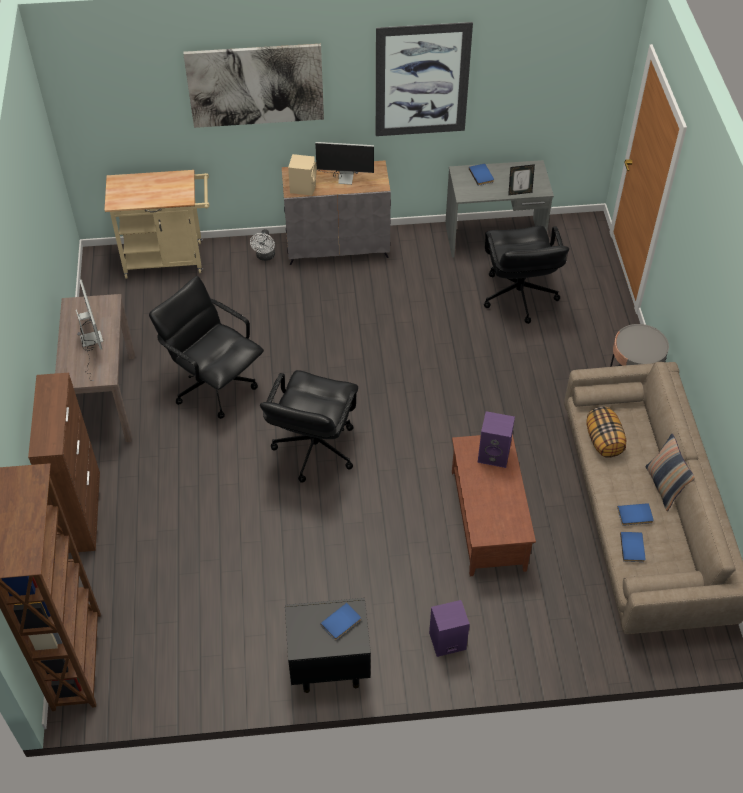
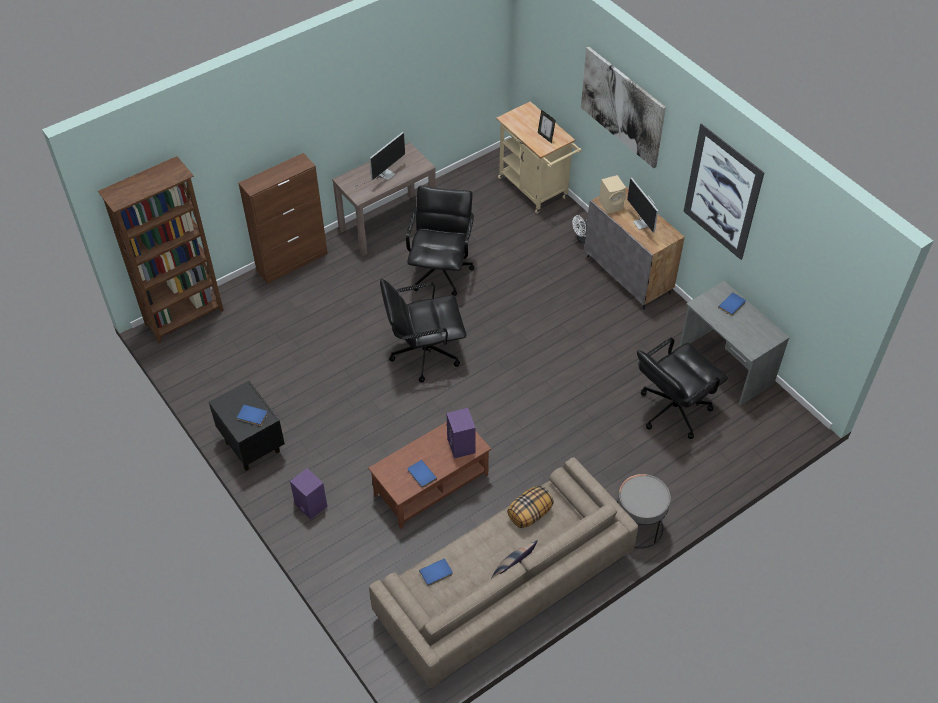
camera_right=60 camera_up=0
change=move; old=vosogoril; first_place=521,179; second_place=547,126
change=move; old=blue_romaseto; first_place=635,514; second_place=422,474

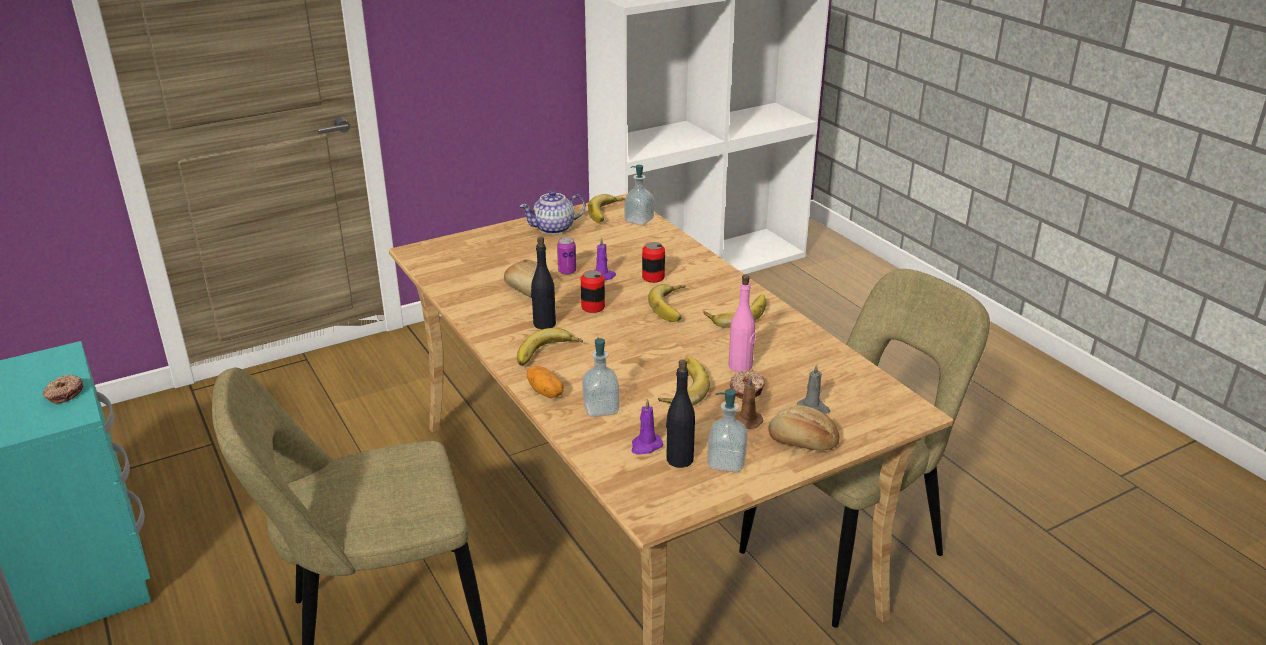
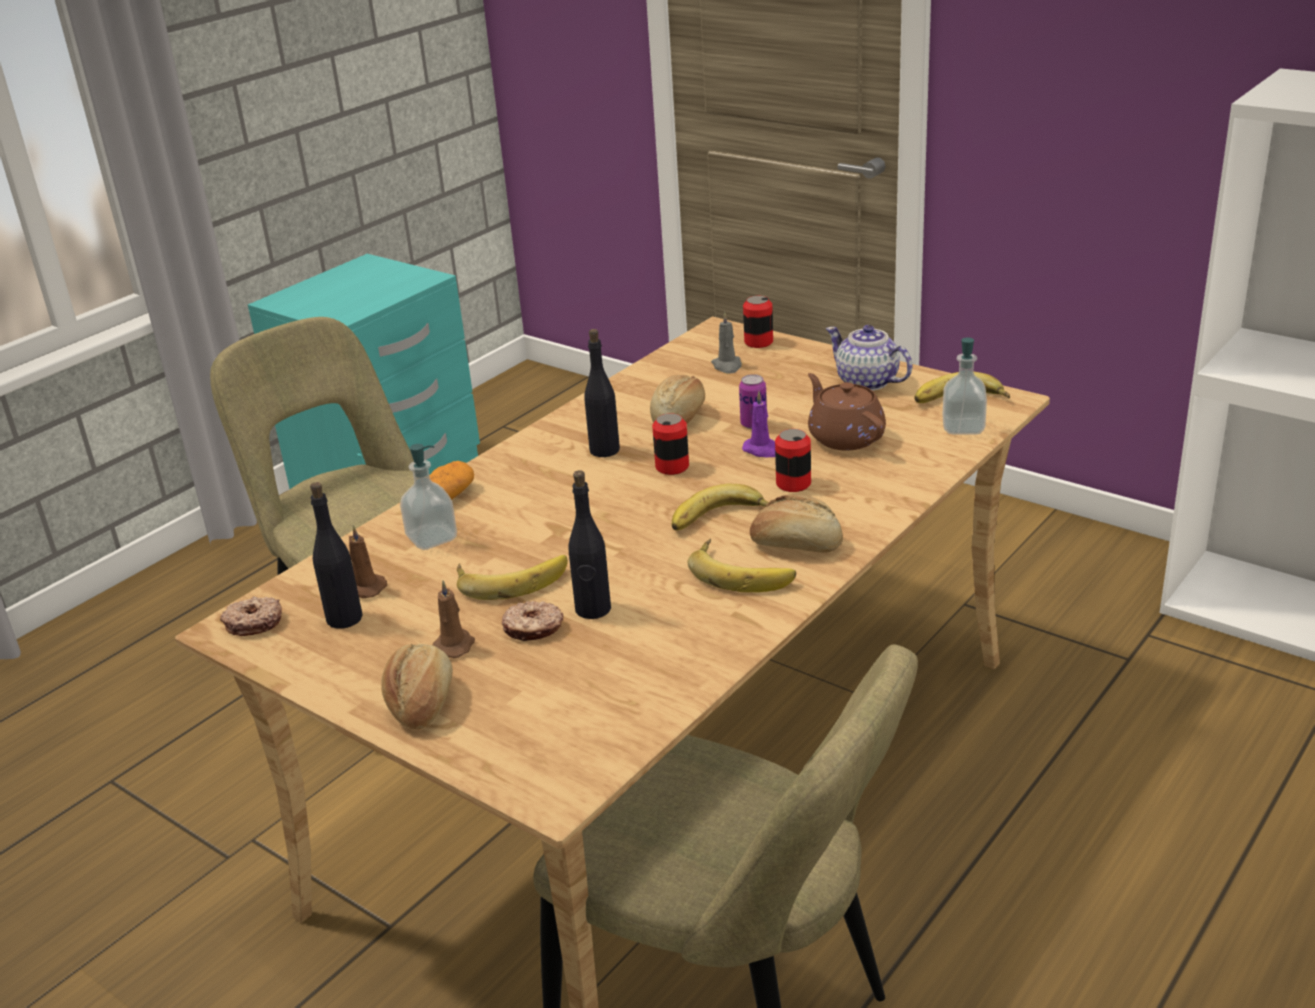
camera_right=70 camera_up=0
change=recolor; old=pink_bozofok; new=black_bozofok; first_place=742,323; second_place=590,544
change=delete; old=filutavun; first_place=550,347
change=move; old=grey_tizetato; first_place=813,388; second_place=726,343
change=move; old=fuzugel; first_place=63,389; second_place=251,616
change=delete; old=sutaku; first_place=727,430
change=recolor; old=purple_tizetato; new=brown_tizetato; first_place=647,426; second_place=368,561
change=insert; new=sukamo; second_place=758,322
change=insert; new=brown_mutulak; second_place=847,412
change=insert; new=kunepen; second_place=796,524

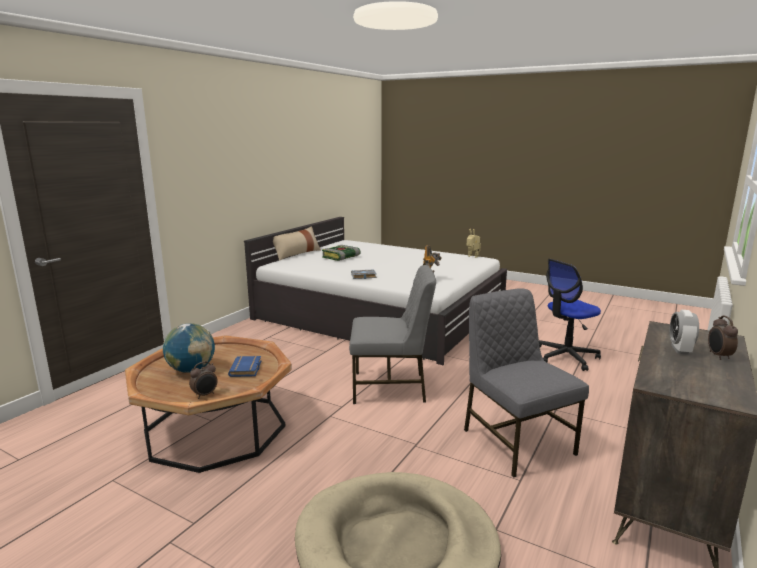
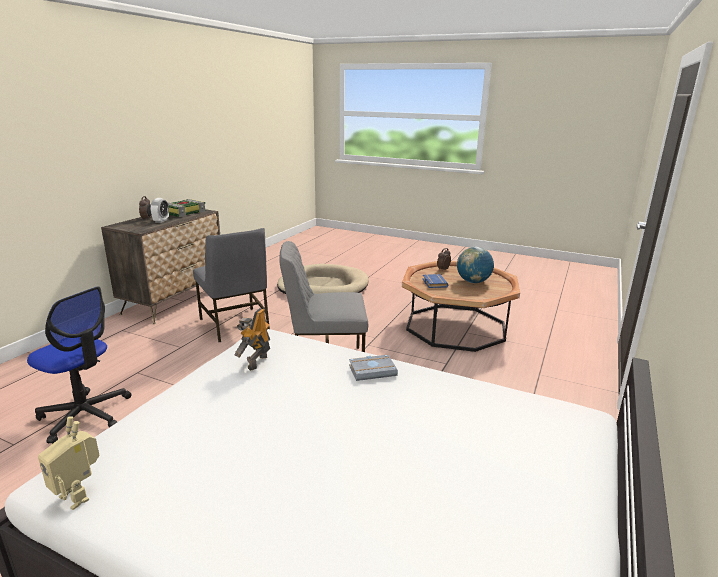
camera_right=175 camera_up=5
change=delete; old=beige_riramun; first_place=297,243
change=move; old=romaseto; first_place=341,253; second_place=187,208
change=rotate; old=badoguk; first_place=570,315; second_place=79,365; degrees=60

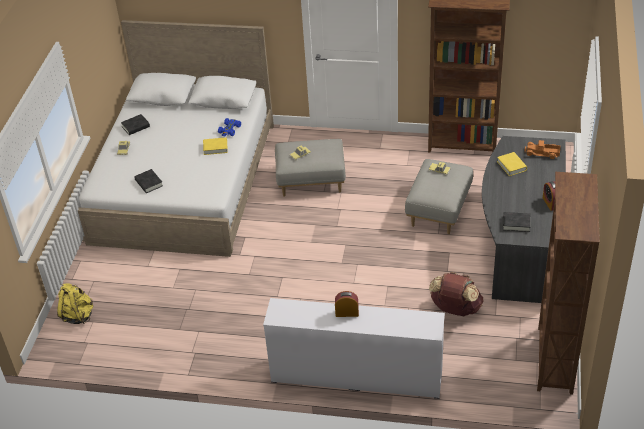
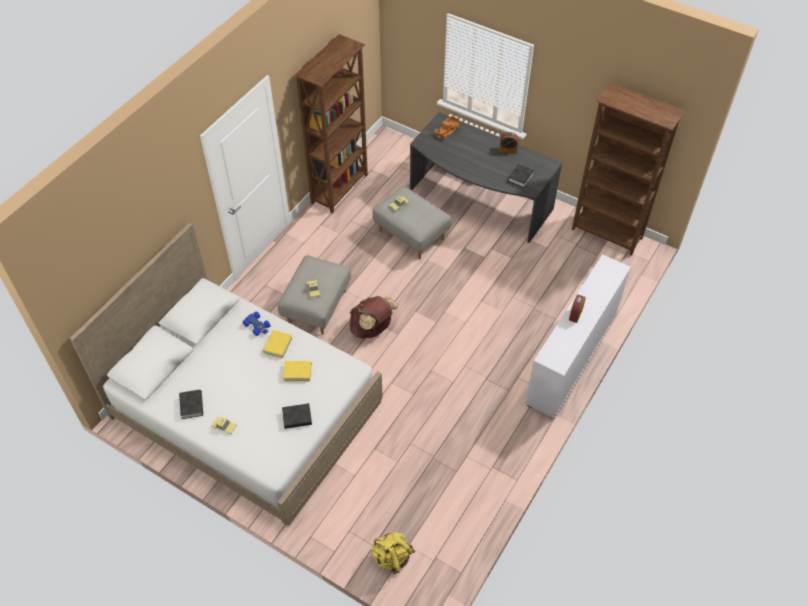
camera_right=-70 camera_up=10
change=move; old=yellow_romaseto; first_place=512,164; second_place=297,371
change=move; old=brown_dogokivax; first_place=456,294; second_place=374,317

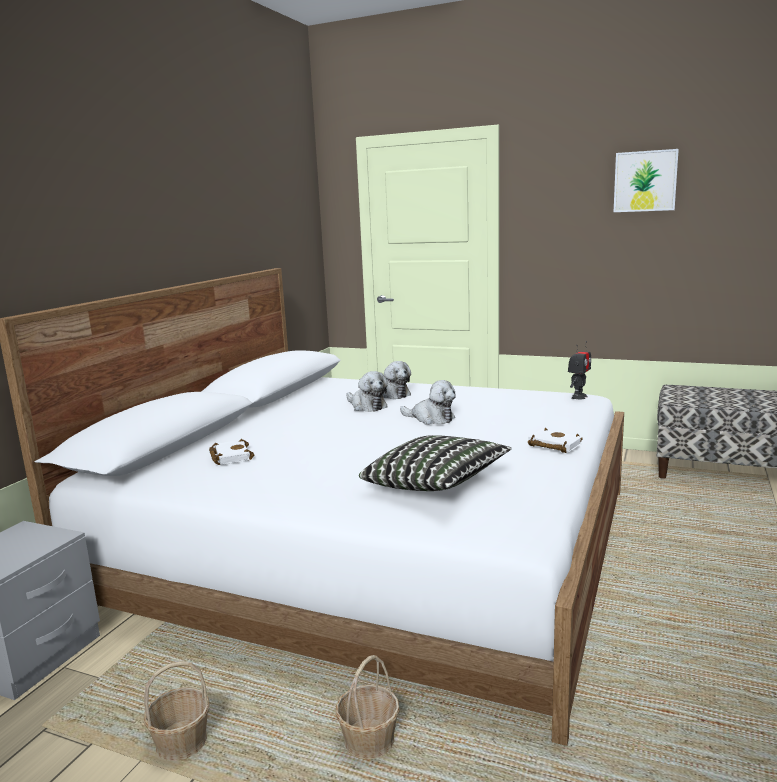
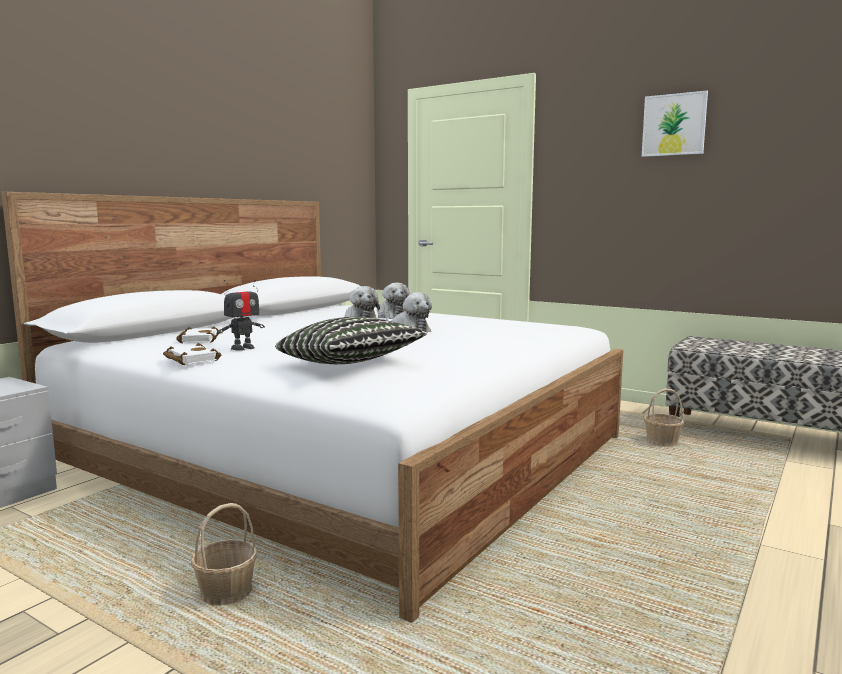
camera_right=10 camera_up=-5
change=move; old=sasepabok; first_place=579,370; second_place=241,315
change=move; old=white_romaseto; first_place=555,440; second_place=192,354
change=move; old=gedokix; first_place=177,711; second_place=664,418

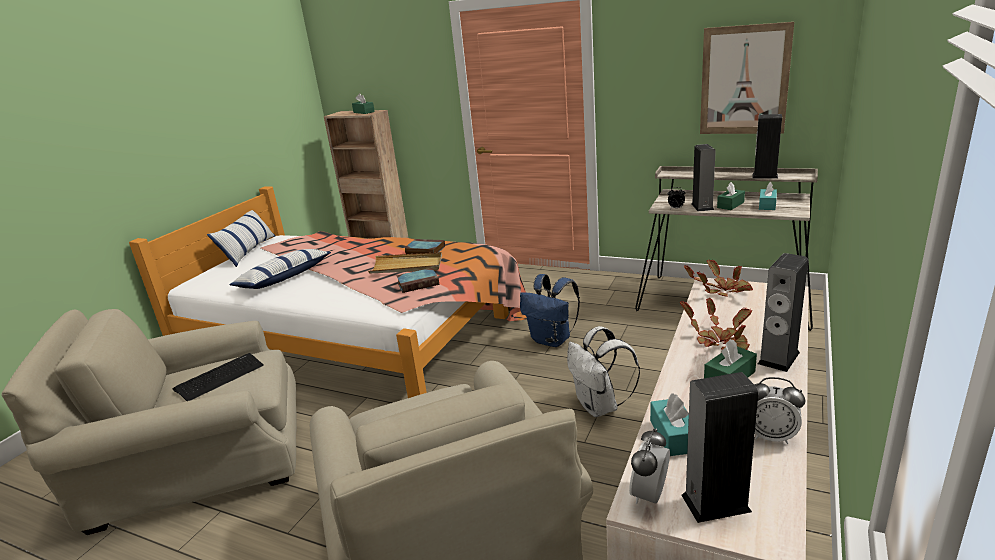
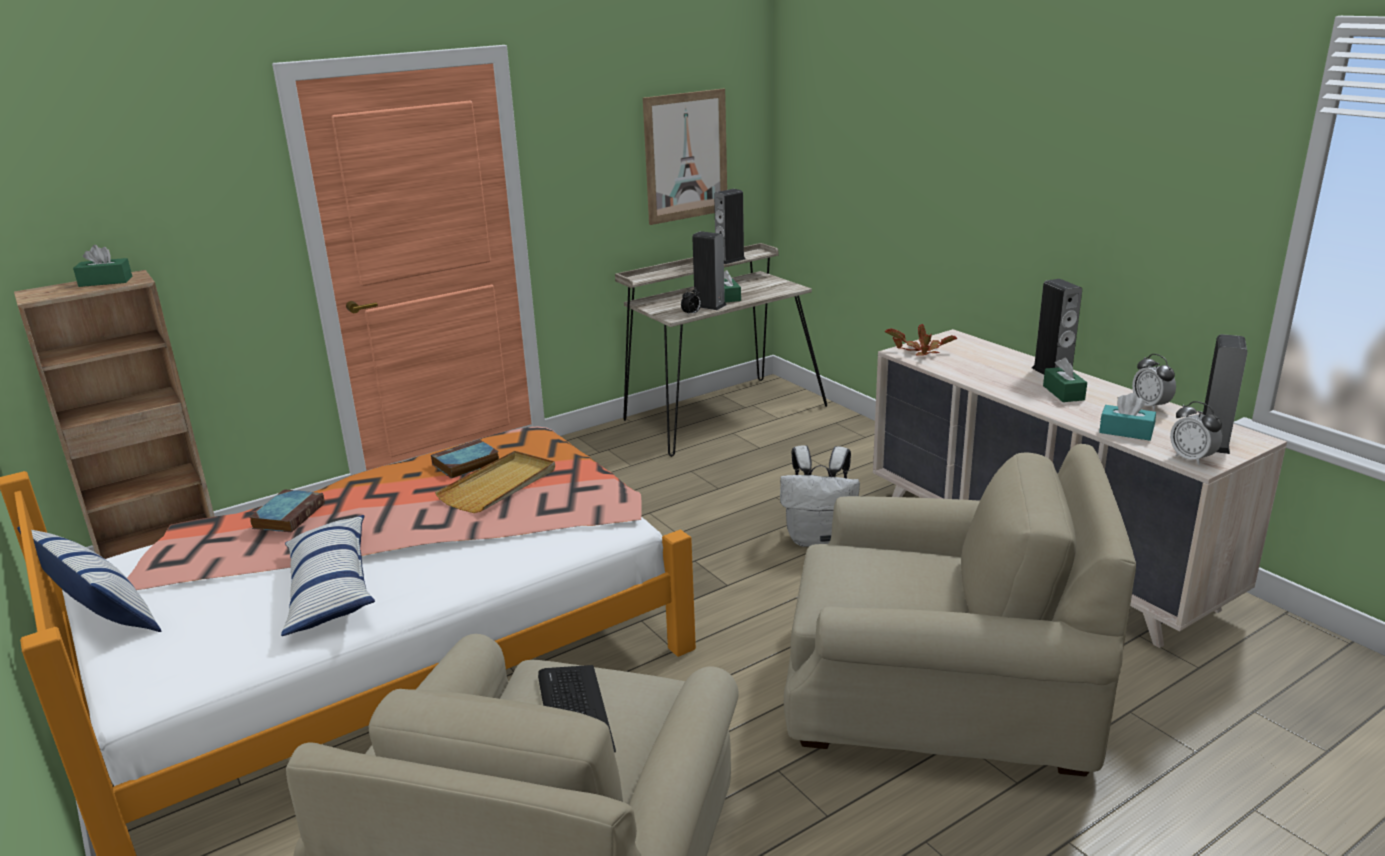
camera_right=-60 camera_up=0
change=delete; old=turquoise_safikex; first_place=768,196
change=move; old=romaseto; first_place=417,280; second_place=287,511
change=delete; old=blue_dogokivax; first_place=550,310
change=delete; old=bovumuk; first_place=716,324
change=rotate; old=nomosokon; first_place=779,410; second_place=1154,382; degrees=105

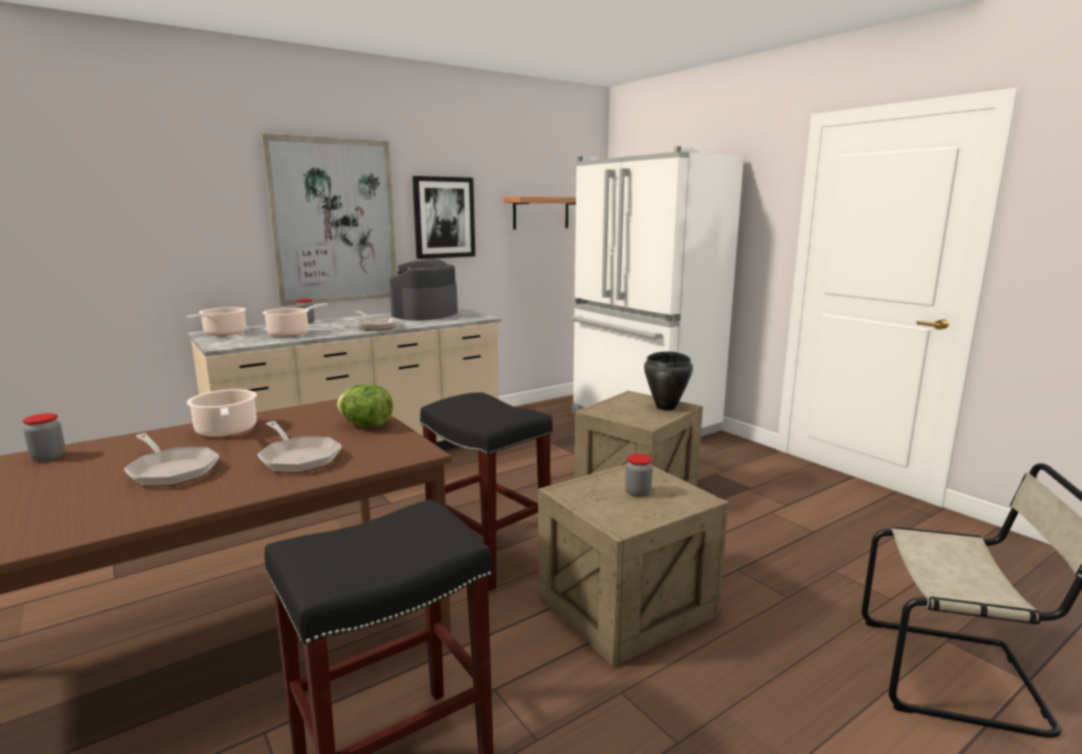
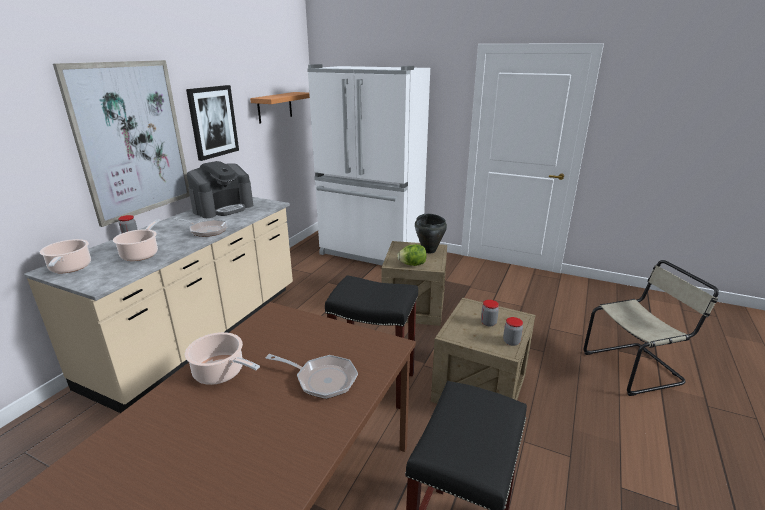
camera_right=-30 camera_up=10
change=rotate; old=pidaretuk; first_place=423,290; second_place=220,189; degrees=-135
change=move; old=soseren; first_place=365,406; second_place=412,255
change=move; old=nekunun; first_place=44,437; second_place=513,331
change=delete; old=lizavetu; first_place=171,460

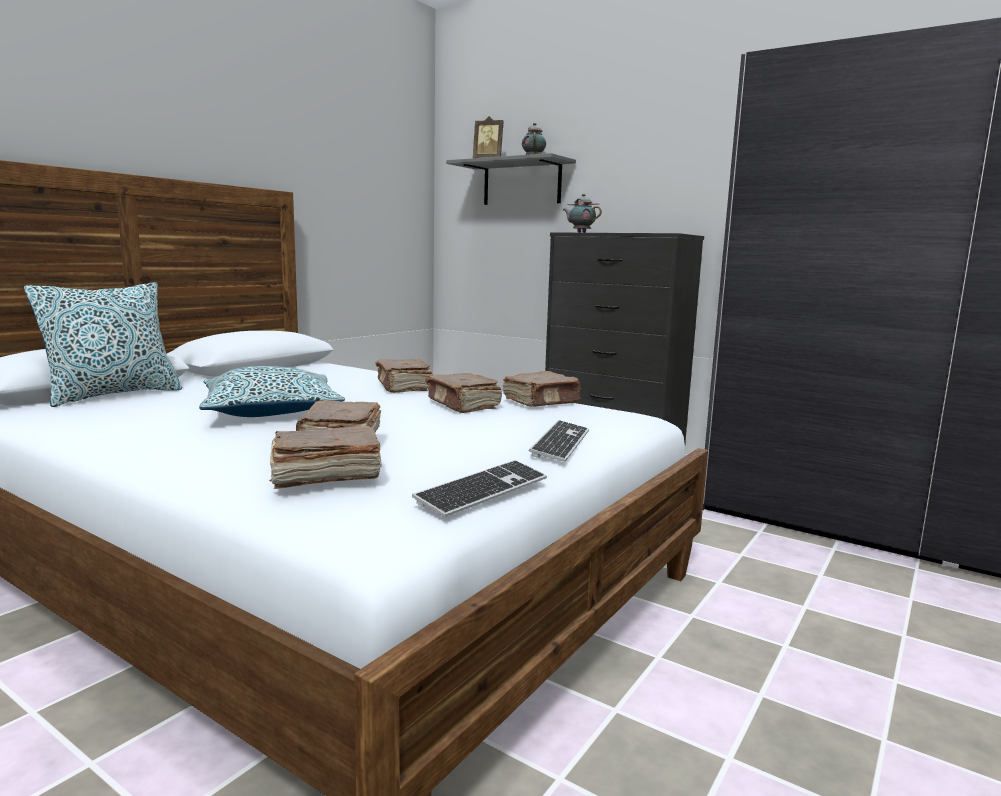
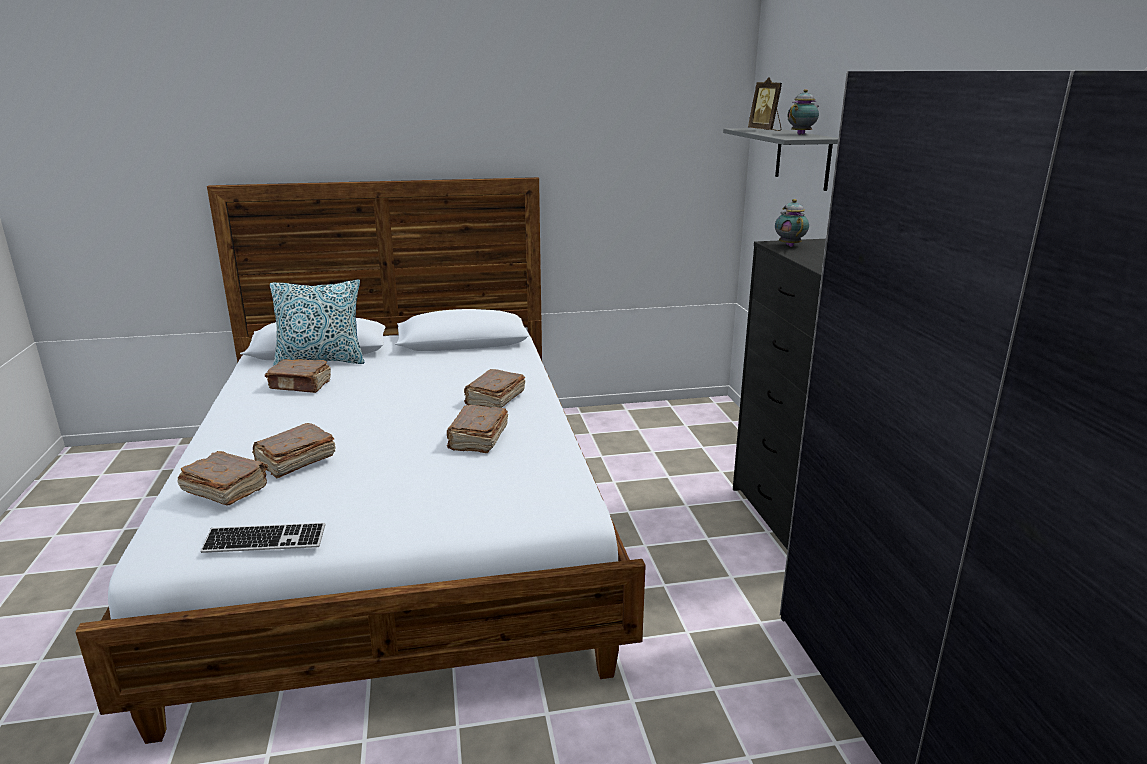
camera_right=45 camera_up=10
change=delete; old=riramun; first_place=272,391
change=move; old=brown_romaseto; first_place=542,389; second_place=298,376
change=delete; old=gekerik; first_place=559,441

